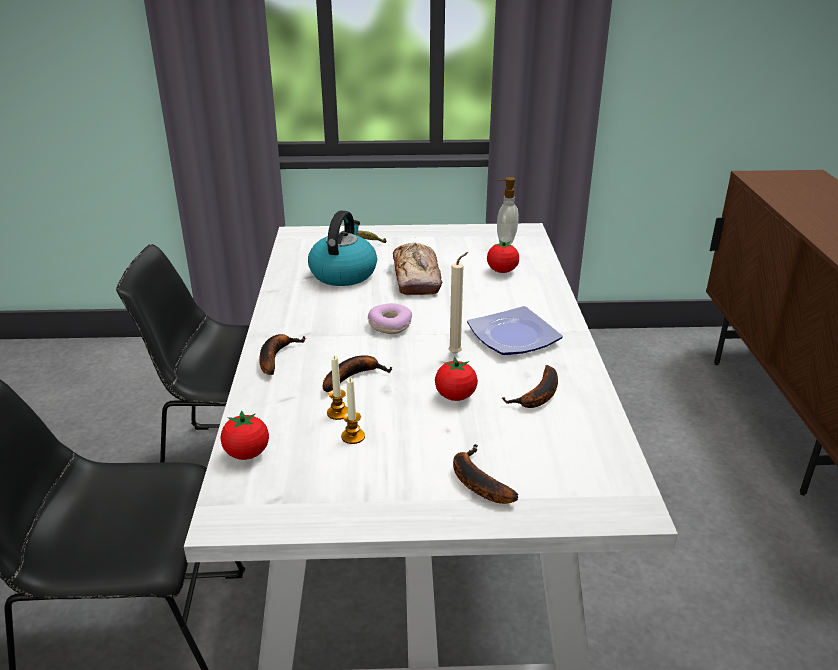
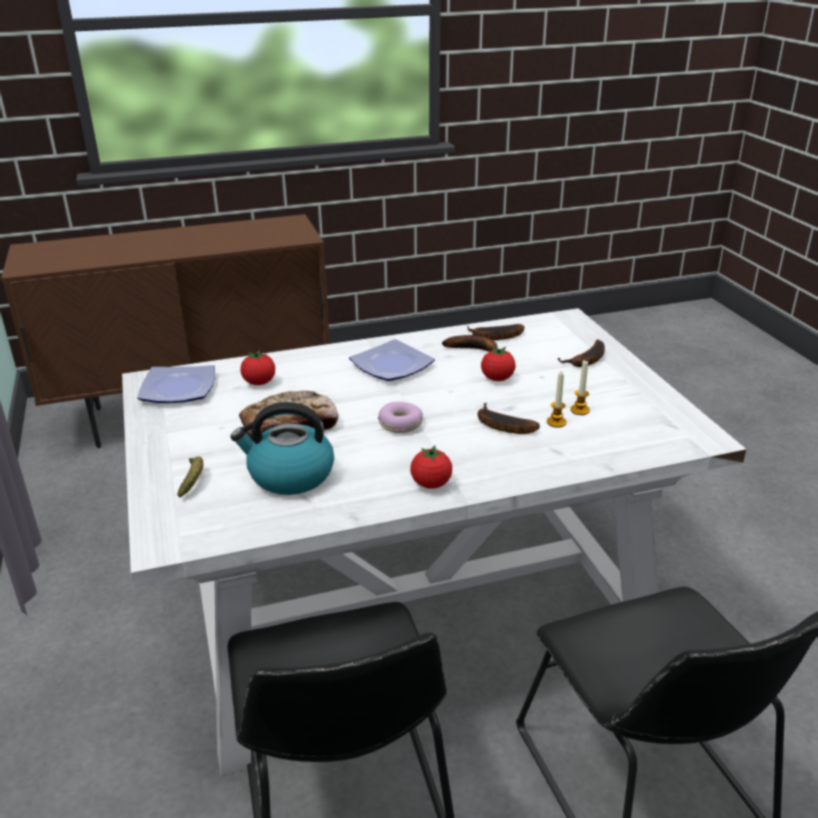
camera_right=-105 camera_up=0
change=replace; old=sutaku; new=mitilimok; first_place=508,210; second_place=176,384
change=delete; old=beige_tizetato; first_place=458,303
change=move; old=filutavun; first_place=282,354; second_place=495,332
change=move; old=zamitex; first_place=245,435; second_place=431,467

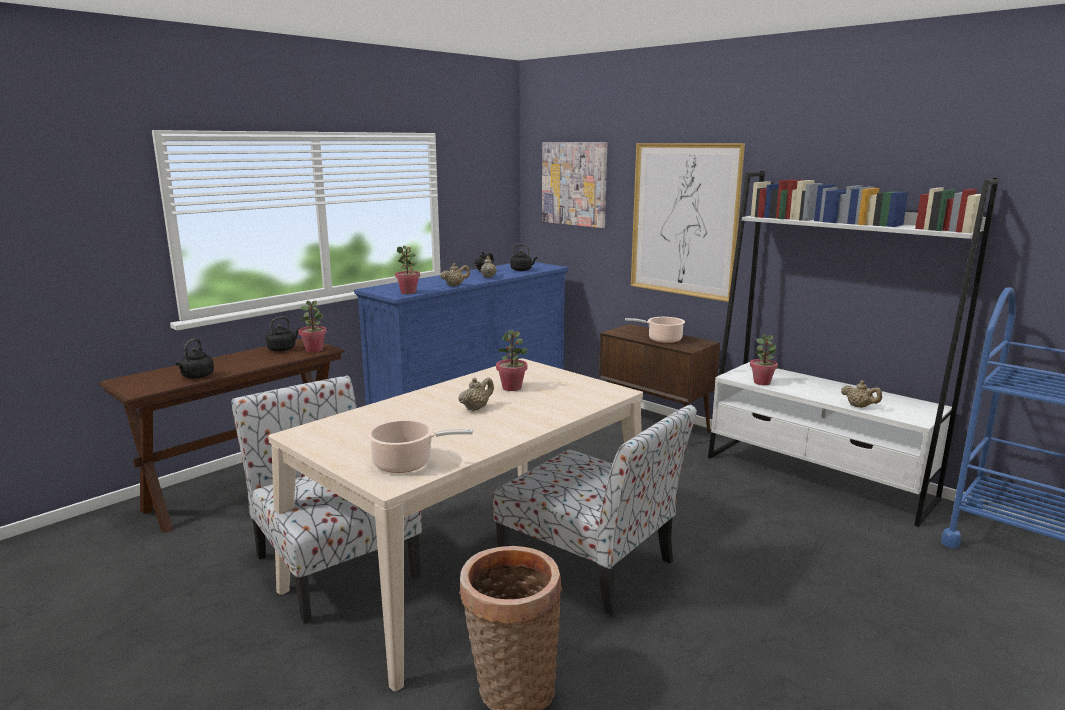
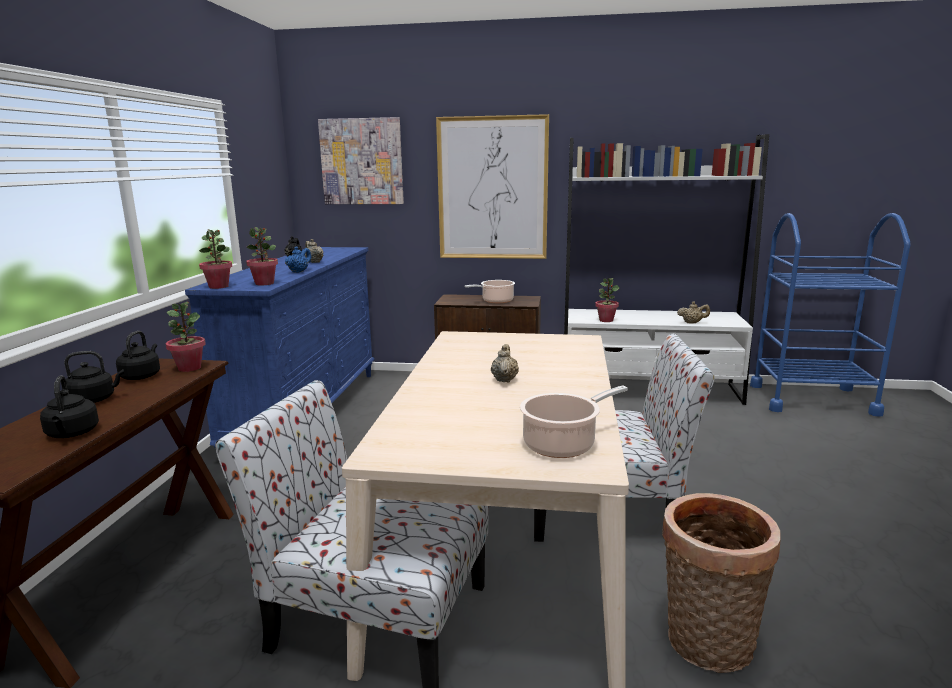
camera_right=-35 camera_up=0
change=move; old=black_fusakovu; first_place=524,257; second_place=94,377
change=recolor; old=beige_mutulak; new=blue_mutulak; first_place=455,274; second_place=298,259
change=move; old=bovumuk; first_place=512,360; second_place=215,259

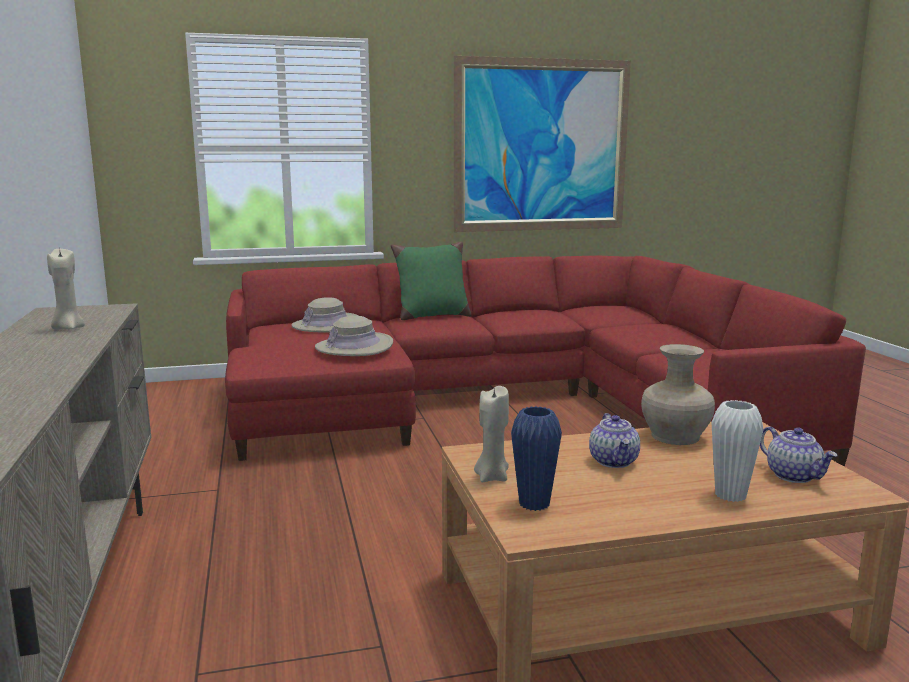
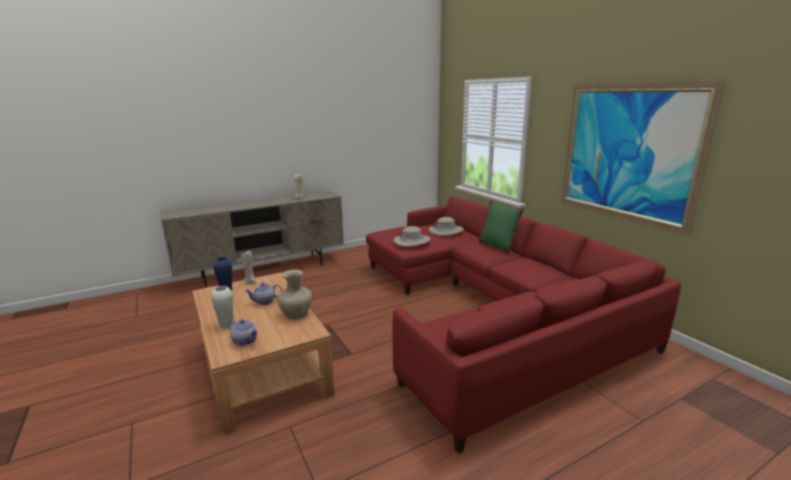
camera_right=75 camera_up=5
change=rotate; old=mutulak; first_place=799,455; second_place=243,332; degrees=-105

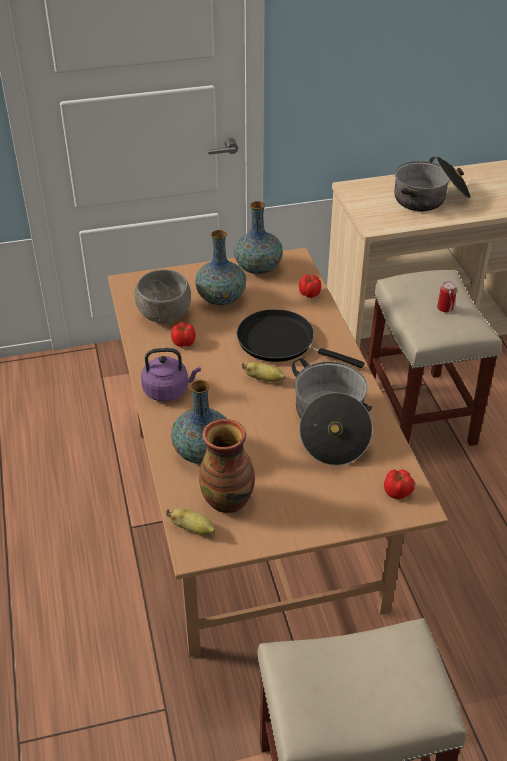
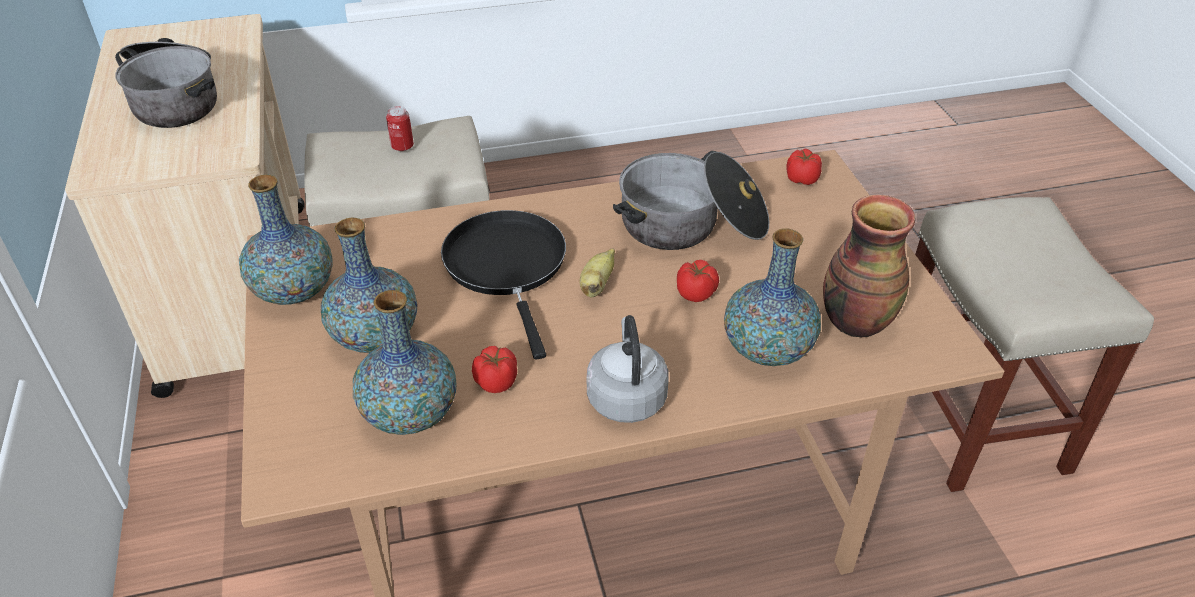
camera_right=-90 camera_up=0
change=replace; old=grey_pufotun; new=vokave; first_place=162,296; second_place=405,362
change=move; old=zamitex; first_place=310,286; second_place=698,281
change=rotate; old=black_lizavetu; first_place=301,338; second_place=503,285; degrees=135
change=recolor; old=purple_fusakovu; new=grey_fusakovu; first_place=171,374; second_place=628,369
change=delete; old=filutavun; first_place=190,521

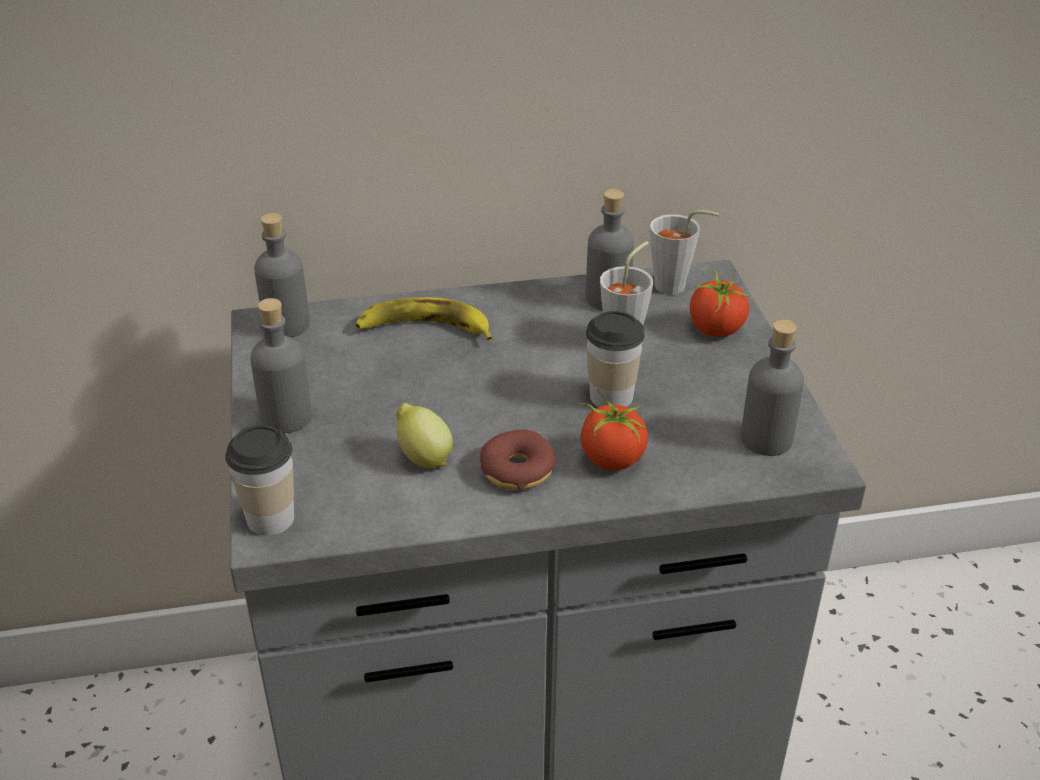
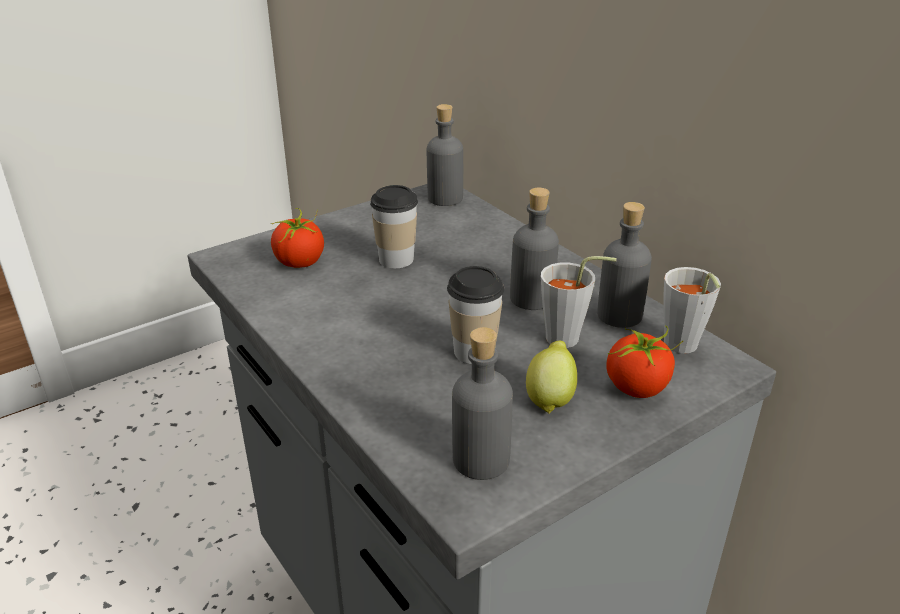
camera_right=65 camera_up=-5
change=delete; old=filutavun; first_place=424,318
change=move; old=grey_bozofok; first_place=281,365; second_place=534,249
change=move; old=zamitex; first_place=613,430; second_place=297,238
change=move; old=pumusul; first_place=424,435; second_place=551,377
change=move; old=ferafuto; first_place=259,480; second_place=394,226
change=delete; old=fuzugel; first_place=518,459

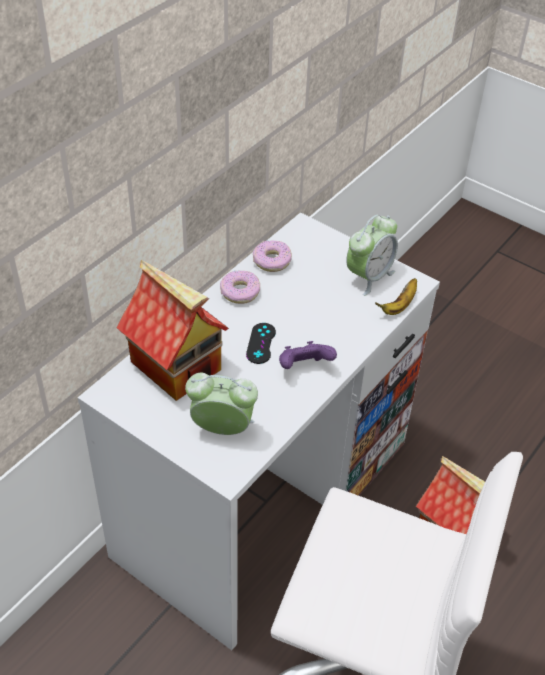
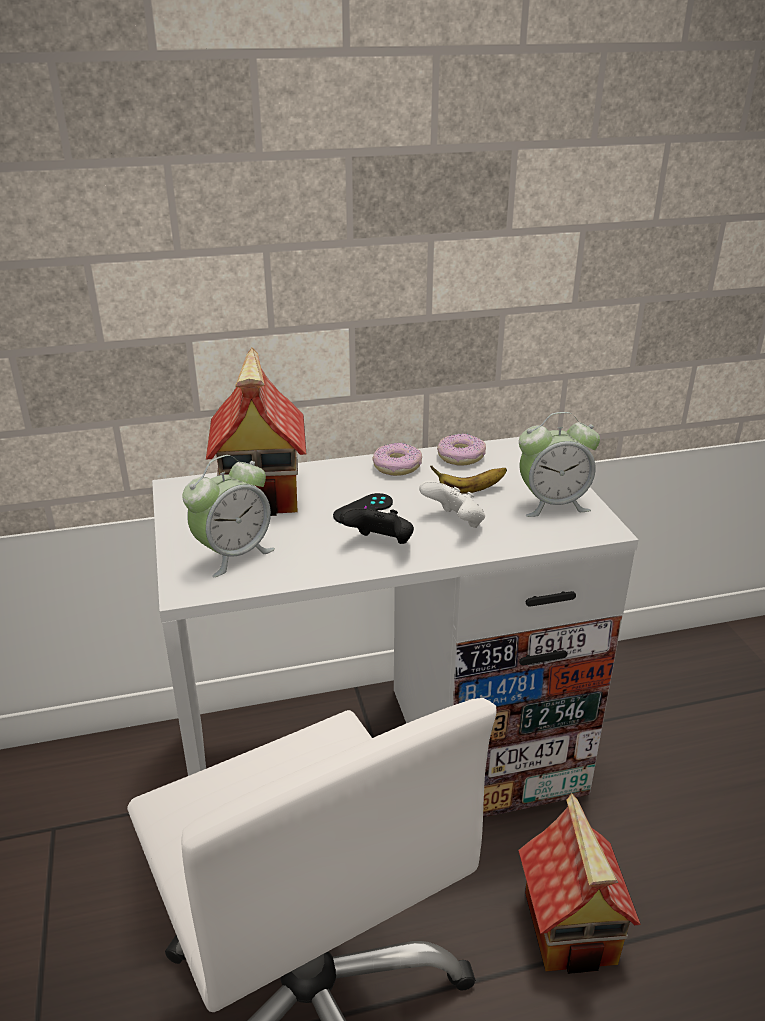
camera_right=40 camera_up=-15
change=move; old=filutavun; first_place=396,296; second_place=468,480
change=recolor; old=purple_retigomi; new=black_retigomi; first_place=308,355; second_place=377,526
change=rotate; old=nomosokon; first_place=221,404; second_place=228,516; degrees=90
change=insert; new=white_retigomi; second_place=452,504

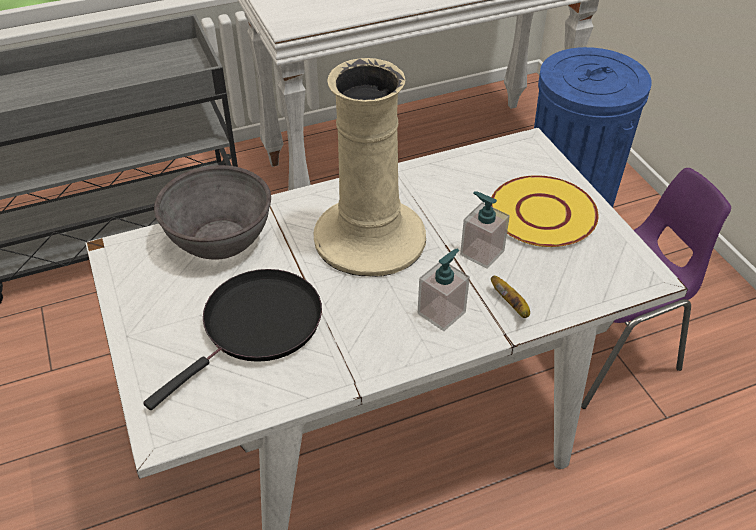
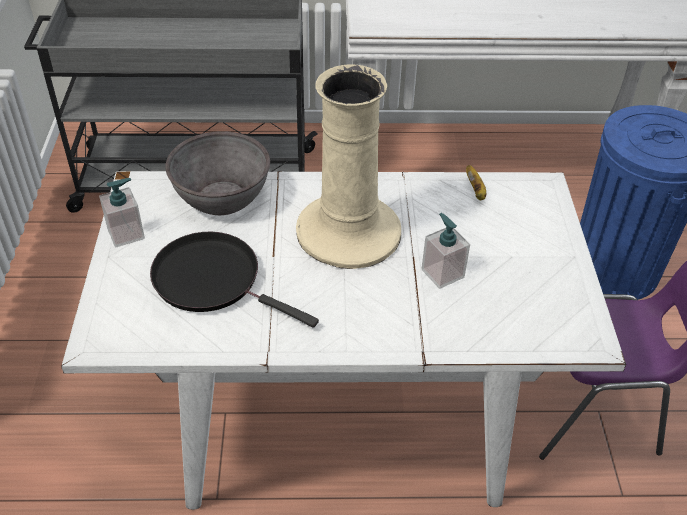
camera_right=20 camera_up=0
change=delete; old=yellow_mitilimok; first_place=545,211
change=move; old=sutaku; first_place=444,290; second_place=122,213
change=rotate; old=black_lizavetu; first_place=232,339; second_place=234,280; degrees=-120
change=move; old=filutavun; first_place=510,297; second_place=476,182

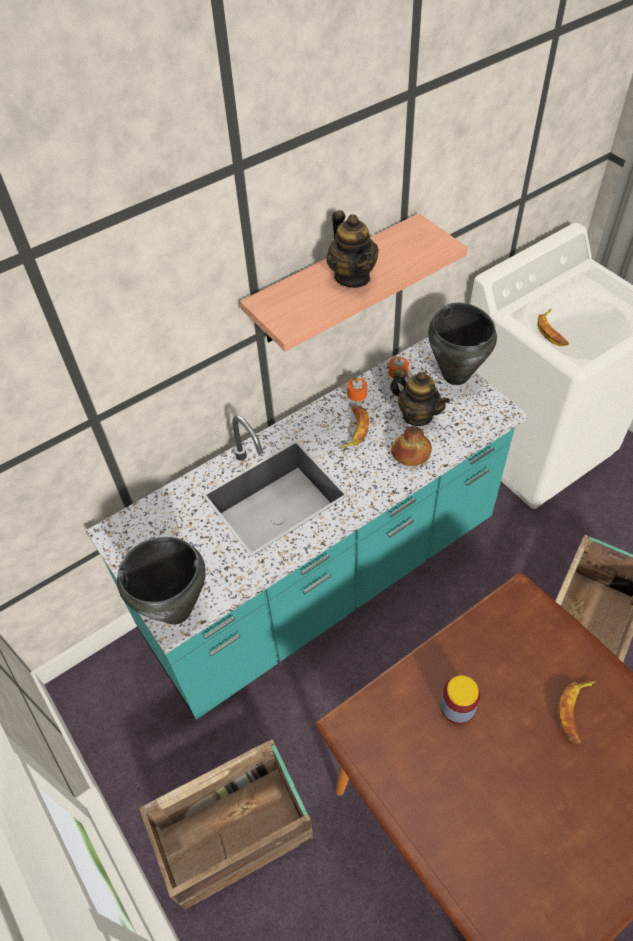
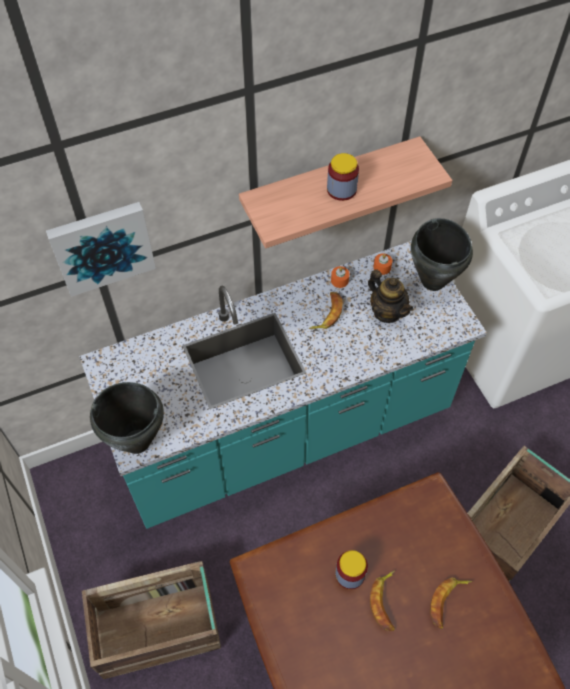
camera_right=10 camera_up=5
change=replace; old=mutulak; new=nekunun; first_place=352,249; second_place=343,177
change=move; old=filutavun; first_place=553,327; second_place=382,601
change=delete; old=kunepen; first_place=411,446
change=insert; new=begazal; second_place=101,249

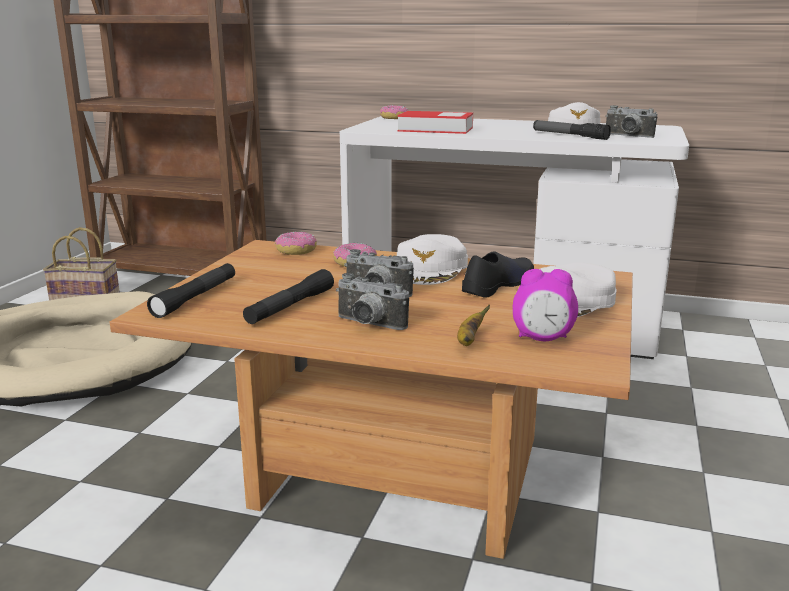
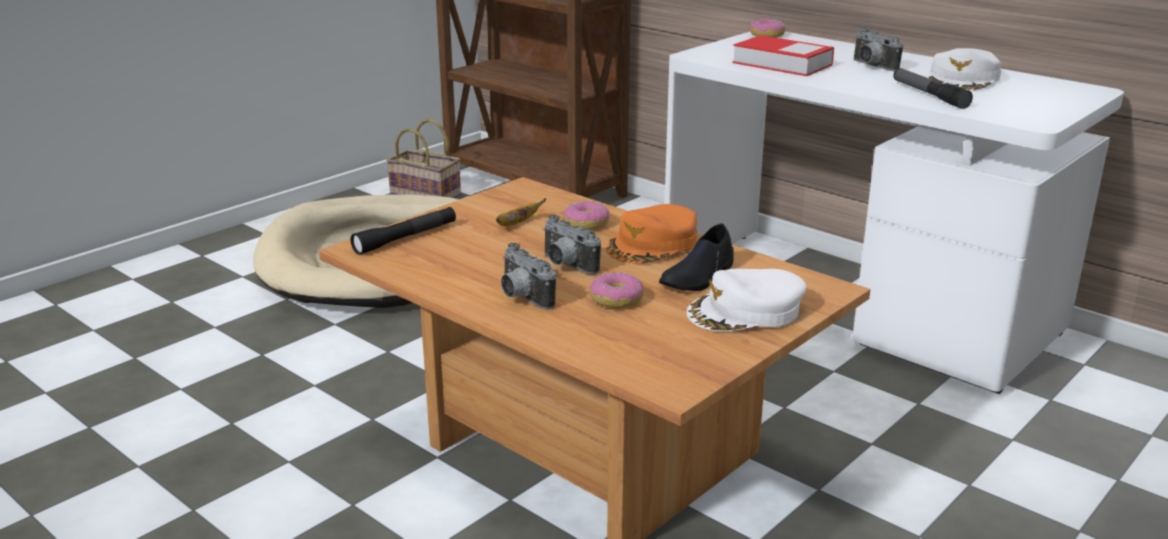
camera_right=25 camera_up=5
change=move; old=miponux; first_place=631,121; second_place=878,49
change=move; old=fuzugel; first_place=296,243; second_place=617,290
change=recolor; old=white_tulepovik; new=orange_tulepovik; first_place=432,259; second_place=651,234
change=rotate; old=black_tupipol; first_place=498,274; second_place=696,257; degrees=150
change=delete; old=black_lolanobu; first_place=288,296
change=delete; old=nomosokon; first_place=545,305
change=move; old=filutavun; first_place=473,325; second_place=521,212

